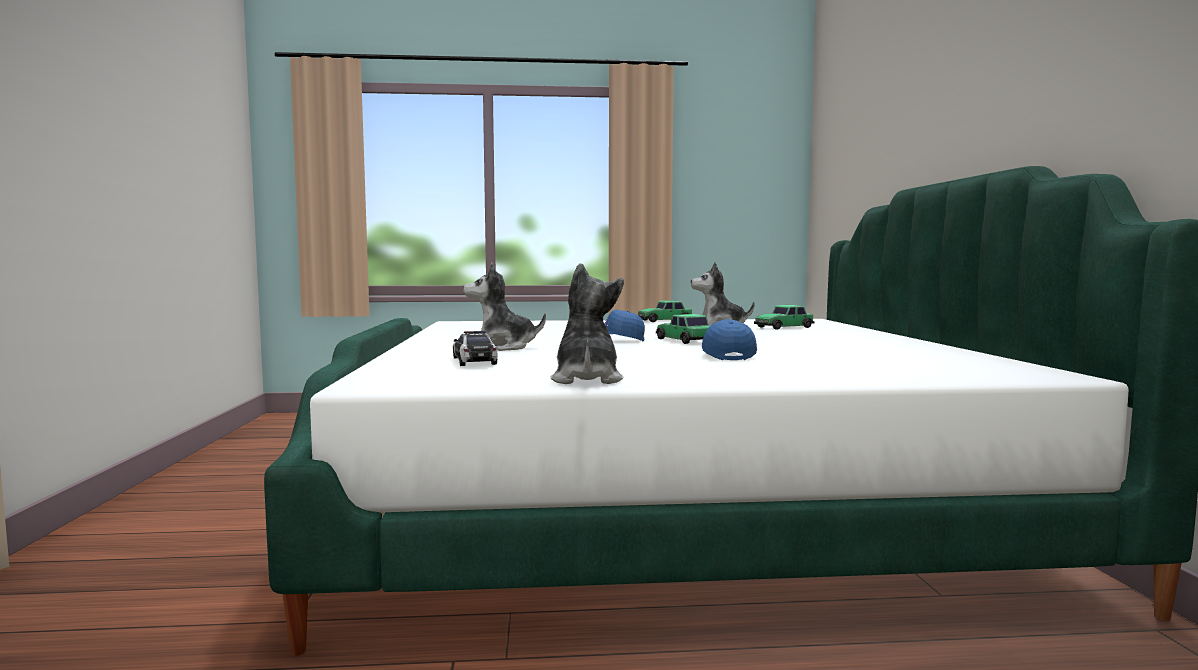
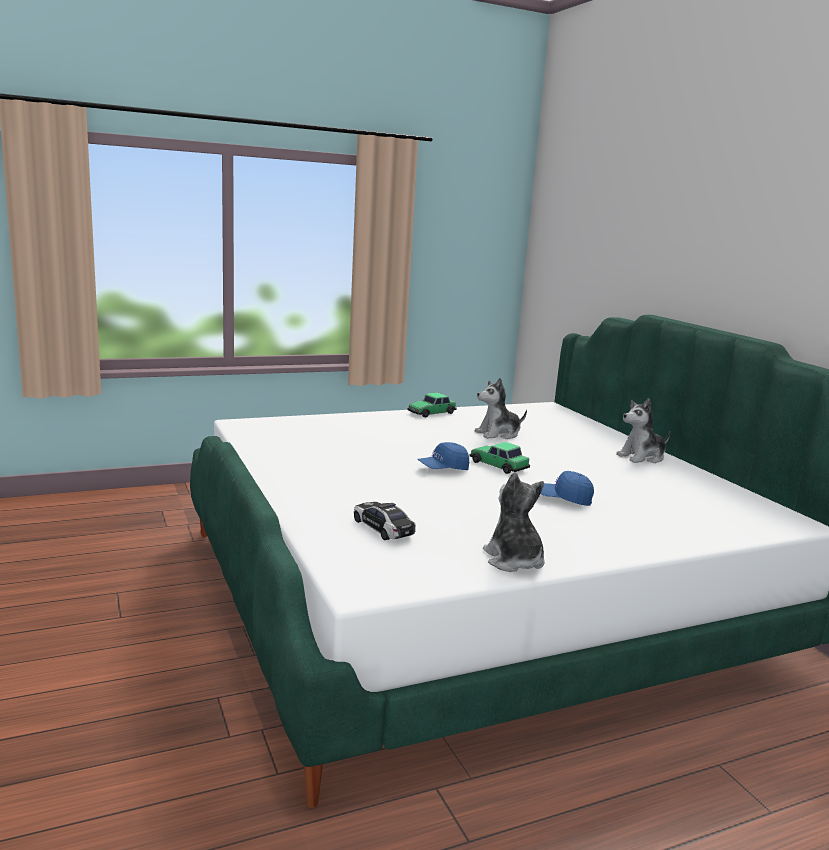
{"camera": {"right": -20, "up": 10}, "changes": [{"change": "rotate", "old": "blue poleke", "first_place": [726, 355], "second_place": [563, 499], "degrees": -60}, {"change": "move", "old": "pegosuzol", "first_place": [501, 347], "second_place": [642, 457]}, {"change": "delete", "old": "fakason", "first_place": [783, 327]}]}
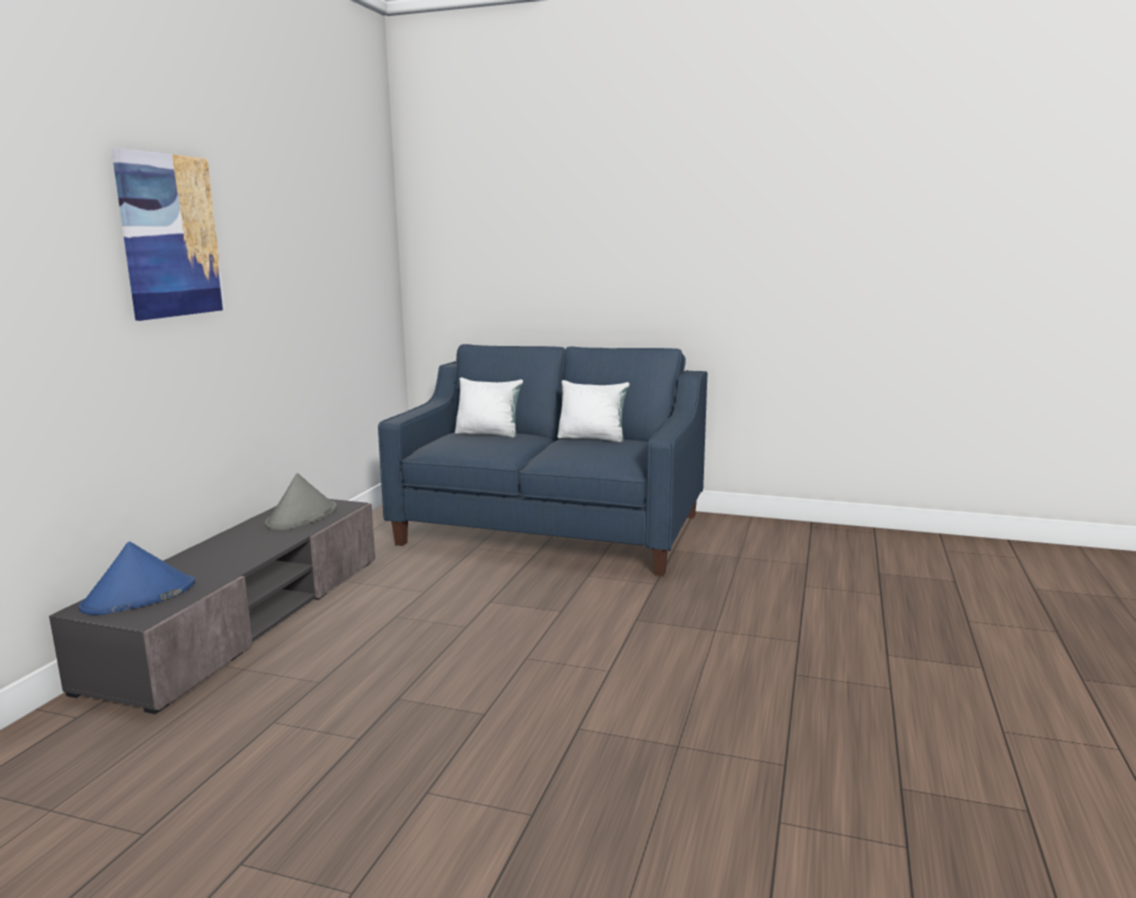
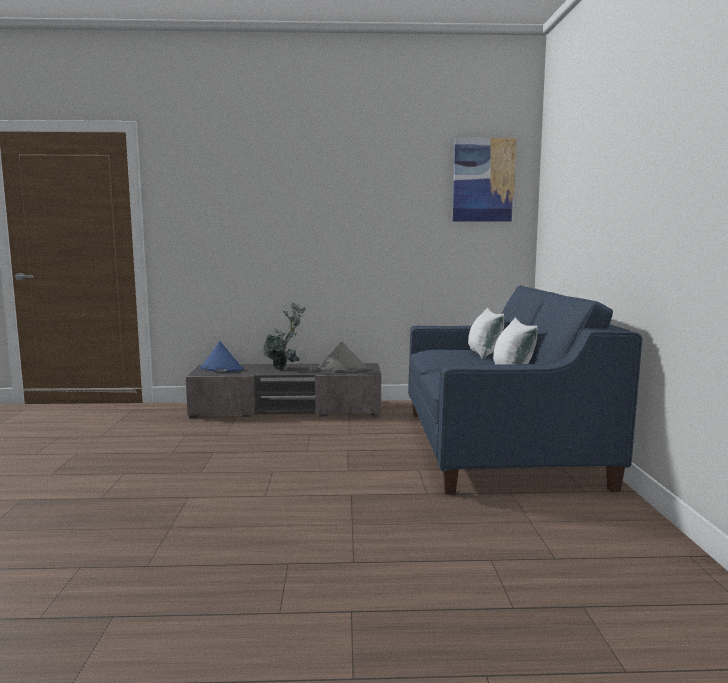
{"camera": {"right": 70, "up": -5}, "changes": [{"change": "insert", "new": "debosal", "second_place": [284, 368]}, {"change": "move", "old": "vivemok", "first_place": [170, 236], "second_place": [483, 180]}]}
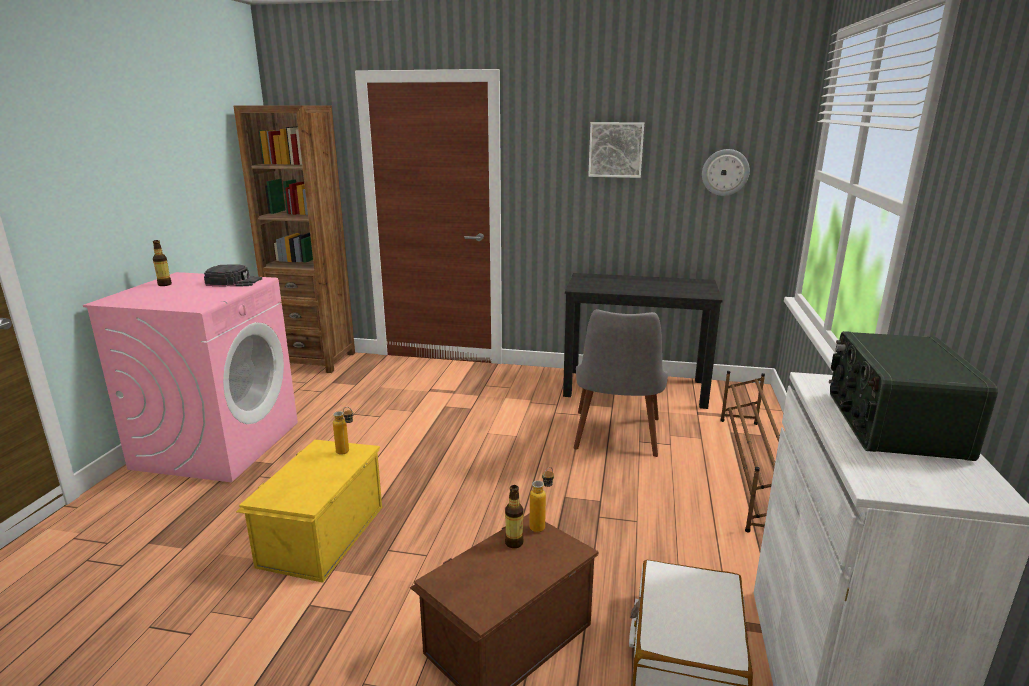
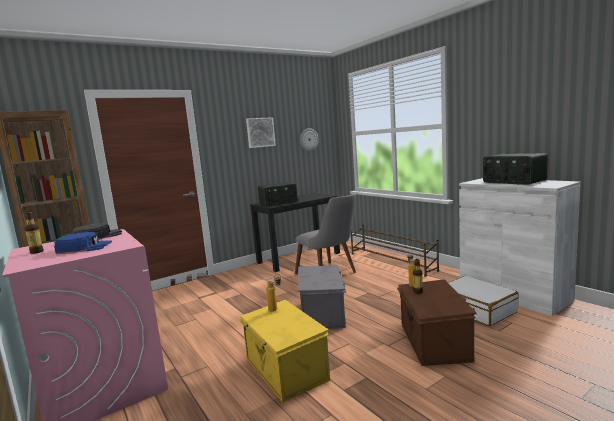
{"camera": {"right": -45, "up": -10}, "changes": [{"change": "insert", "new": "blue poleke", "second_place": [84, 247]}, {"change": "insert", "new": "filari", "second_place": [278, 203]}, {"change": "insert", "new": "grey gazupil", "second_place": [323, 313]}]}
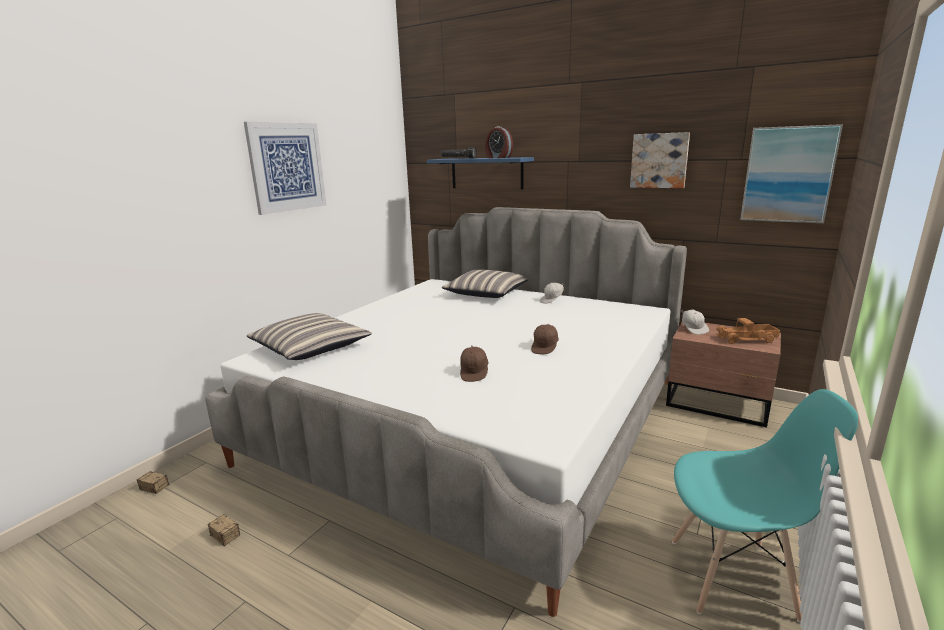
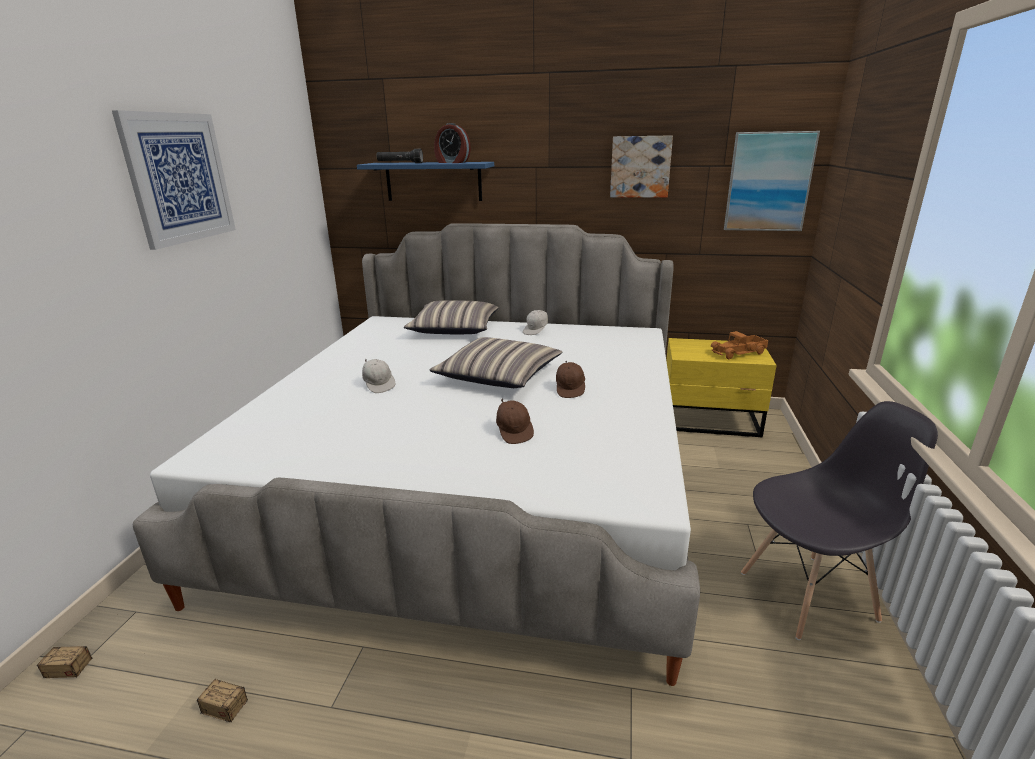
{"camera": {"right": -20, "up": 5}, "changes": [{"change": "move", "old": "white poleke", "first_place": [693, 329], "second_place": [379, 385]}, {"change": "move", "old": "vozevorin", "first_place": [311, 347], "second_place": [498, 375]}, {"change": "recolor", "old": "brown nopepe", "new": "yellow nopepe", "first_place": [718, 404], "second_place": [711, 421]}, {"change": "recolor", "old": "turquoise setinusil", "new": "grey setinusil", "first_place": [733, 578], "second_place": [808, 595]}]}
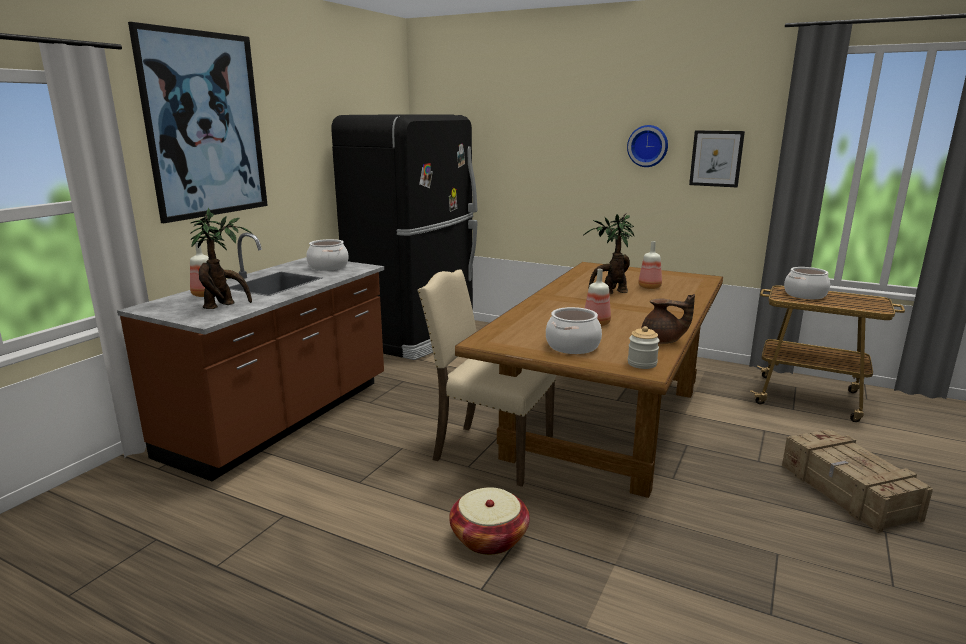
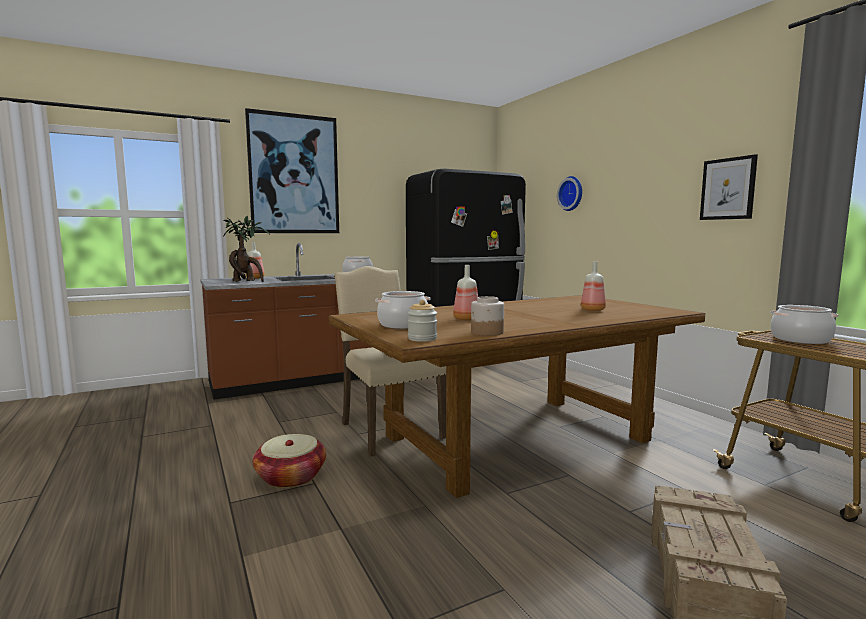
{"camera": {"right": 35, "up": -10}, "changes": [{"change": "replace", "old": "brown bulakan", "new": "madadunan", "first_place": [662, 341], "second_place": [487, 332]}, {"change": "move", "old": "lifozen", "first_place": [648, 146], "second_place": [572, 193]}, {"change": "delete", "old": "debosal", "first_place": [610, 292]}]}
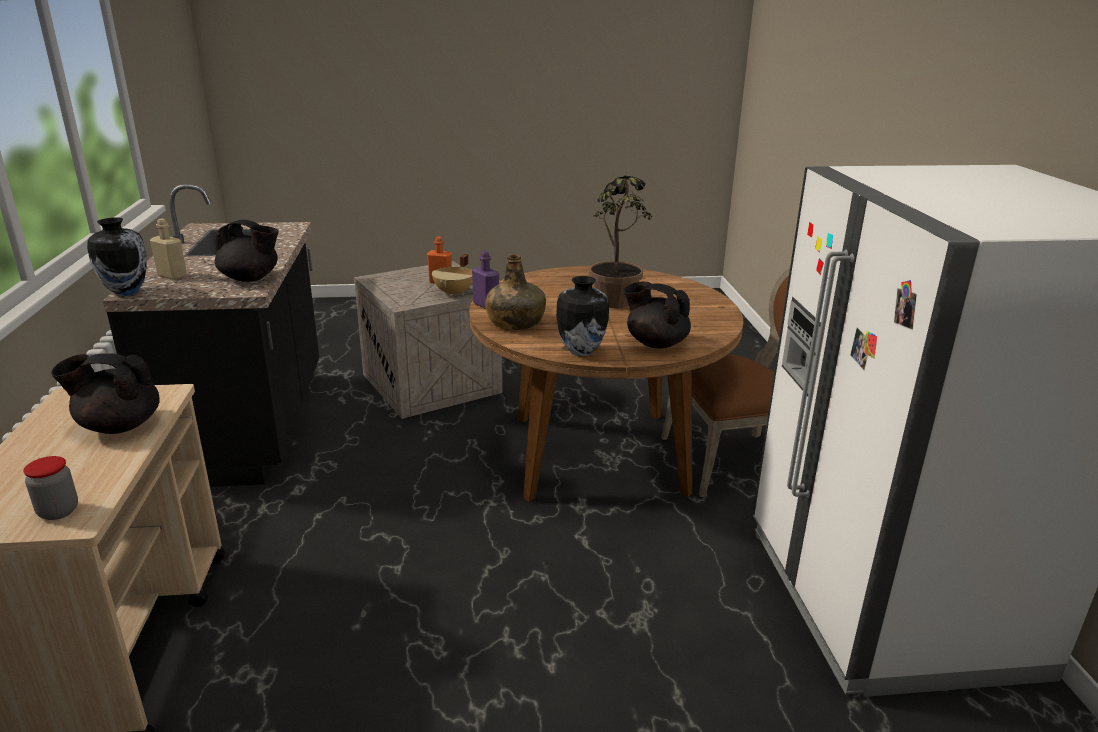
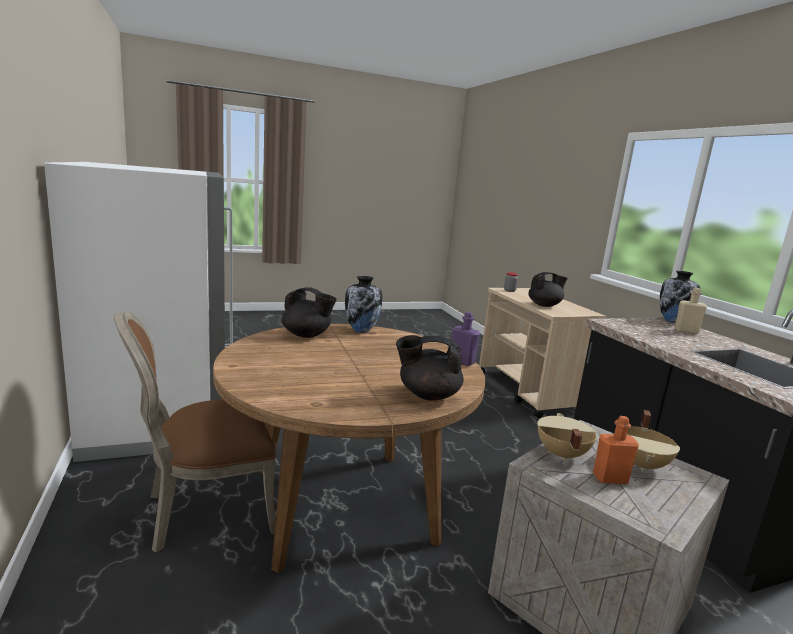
{"camera": {"right": 165, "up": -10}, "changes": [{"change": "move", "old": "black bulakan", "first_place": [250, 278], "second_place": [427, 395]}, {"change": "insert", "new": "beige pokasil", "second_place": [642, 465]}, {"change": "delete", "old": "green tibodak", "first_place": [515, 323]}, {"change": "delete", "old": "debosal", "first_place": [615, 307]}]}
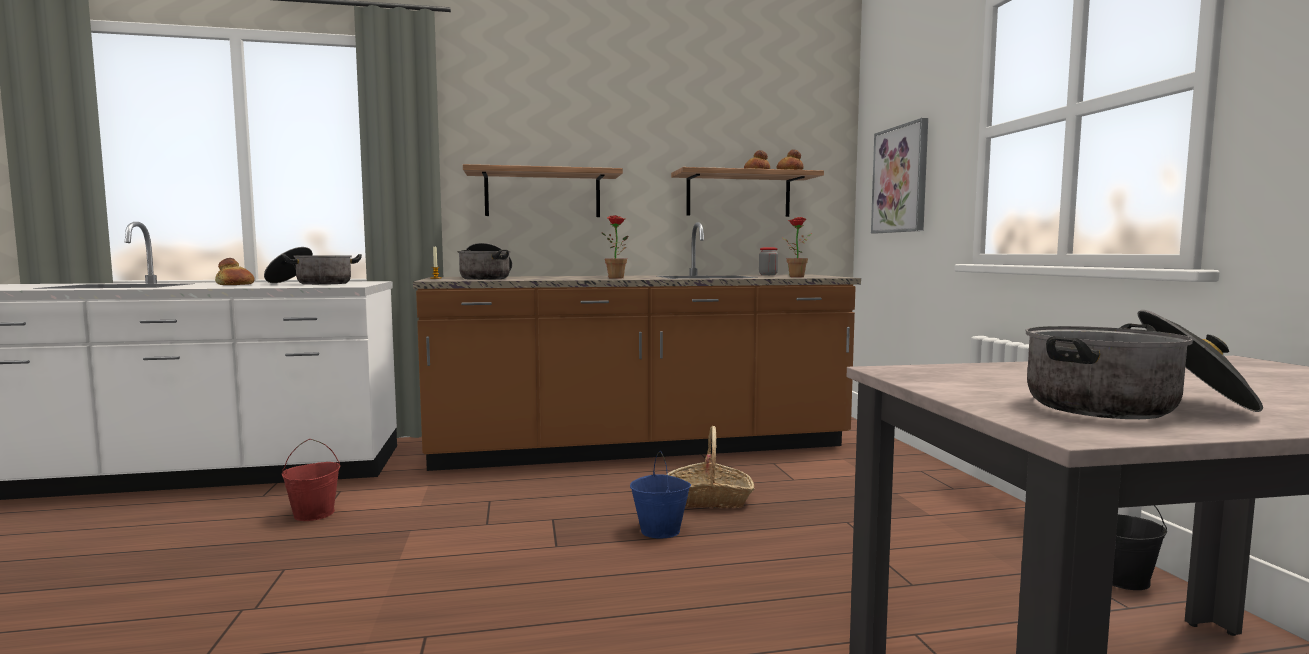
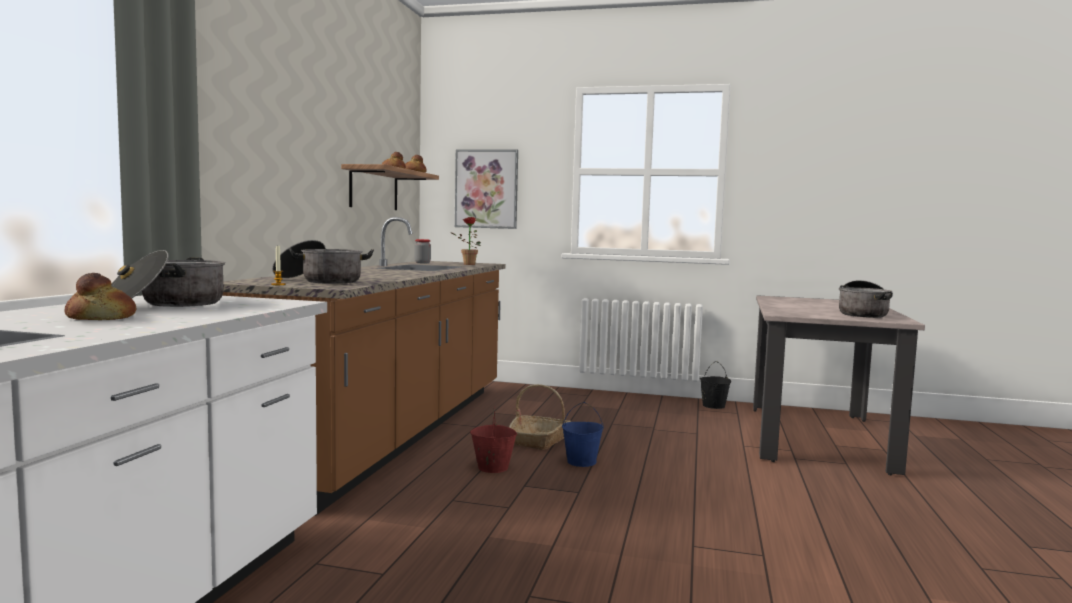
{"camera": {"right": -65, "up": 0}, "changes": [{"change": "move", "old": "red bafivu", "first_place": [314, 514], "second_place": [492, 468]}, {"change": "delete", "old": "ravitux", "first_place": [543, 194]}, {"change": "delete", "old": "debosal", "first_place": [618, 278]}]}
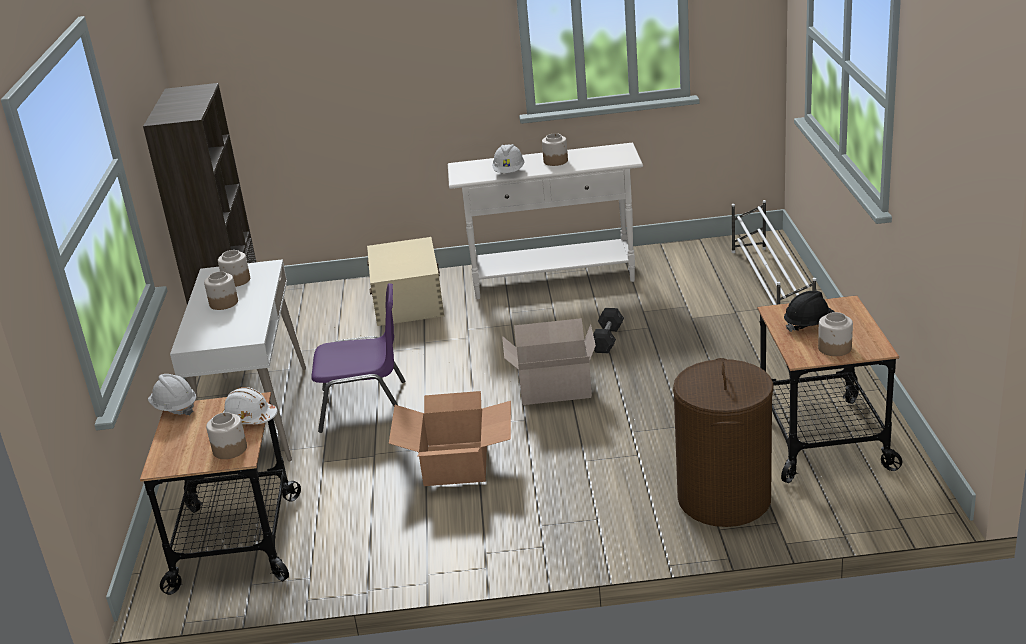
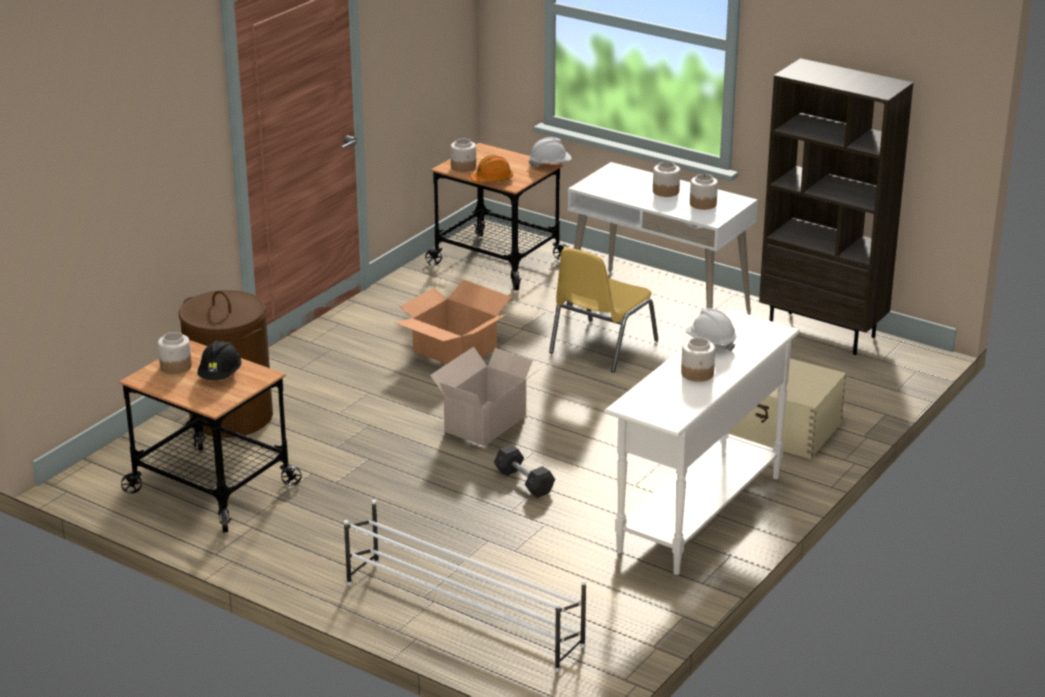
{"camera": {"right": 125, "up": 0}, "changes": [{"change": "recolor", "old": "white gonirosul", "new": "orange gonirosul", "first_place": [250, 417], "second_place": [492, 180]}, {"change": "recolor", "old": "purple setinusil", "new": "yellow setinusil", "first_place": [365, 405], "second_place": [601, 347]}]}
